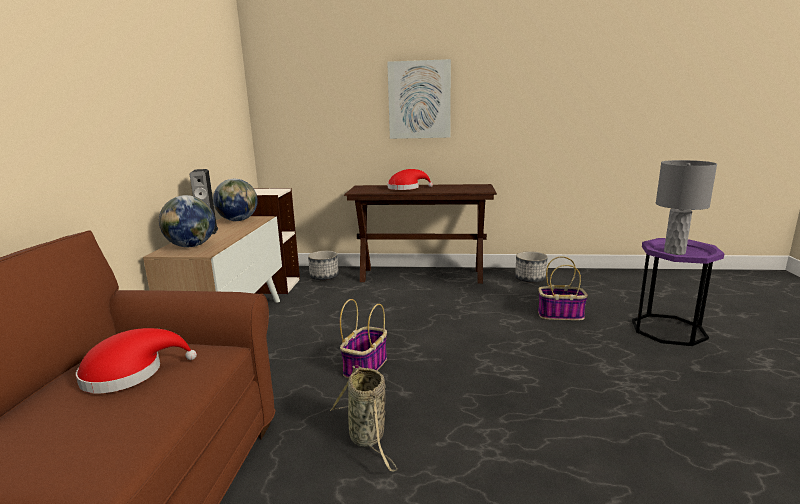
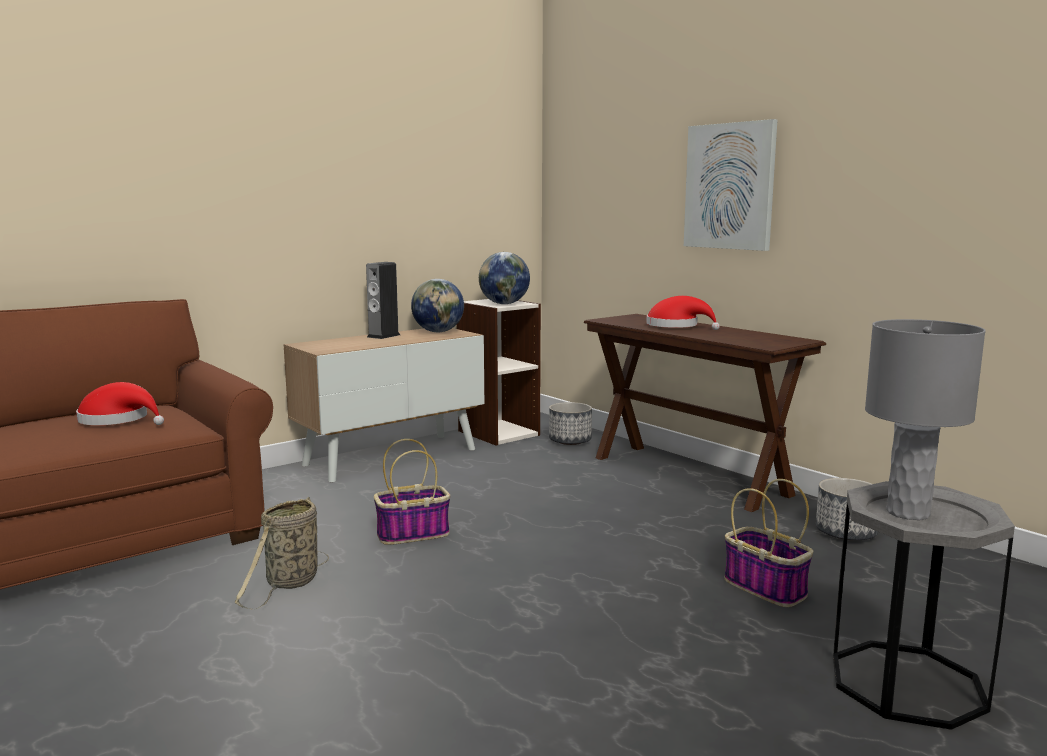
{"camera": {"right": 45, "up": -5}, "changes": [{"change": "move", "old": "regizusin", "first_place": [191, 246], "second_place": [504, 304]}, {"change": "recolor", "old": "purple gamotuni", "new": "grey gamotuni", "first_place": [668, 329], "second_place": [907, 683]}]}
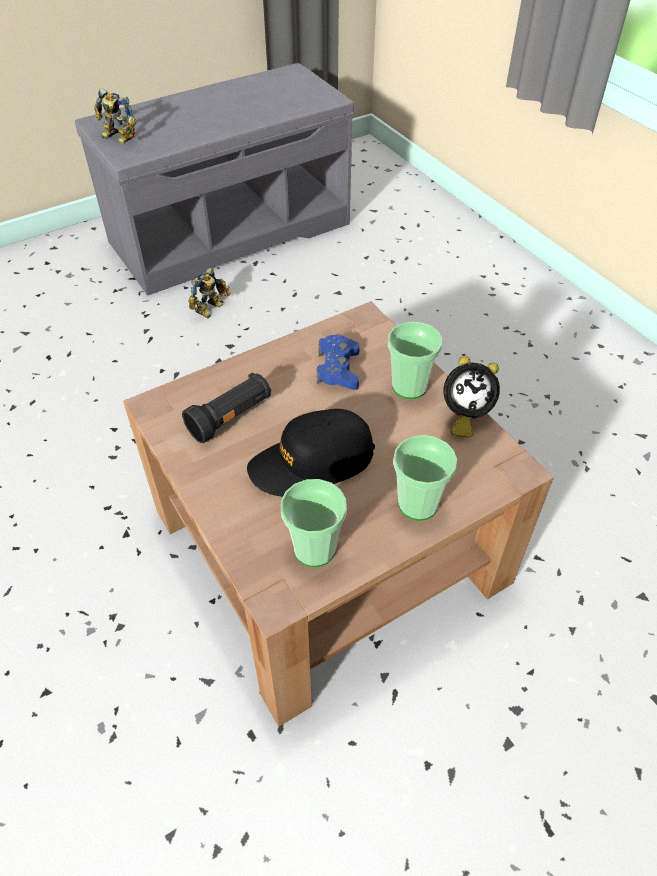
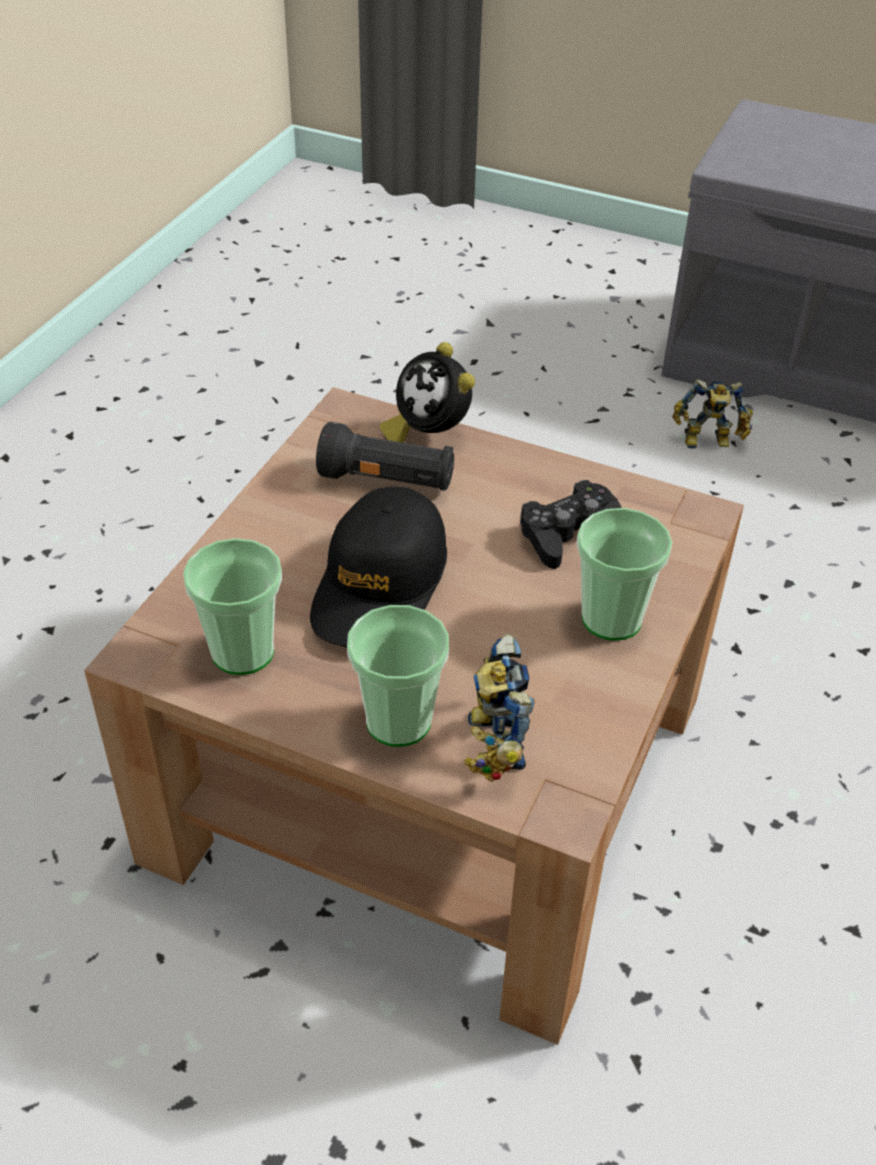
{"camera": {"right": 55, "up": -5}, "changes": [{"change": "rotate", "old": "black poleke", "first_place": [312, 462], "second_place": [379, 585], "degrees": -105}, {"change": "move", "old": "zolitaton", "first_place": [463, 416], "second_place": [428, 434]}, {"change": "move", "old": "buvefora", "first_place": [117, 138], "second_place": [490, 744]}, {"change": "recolor", "old": "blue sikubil", "new": "black sikubil", "first_place": [338, 369], "second_place": [569, 534]}]}
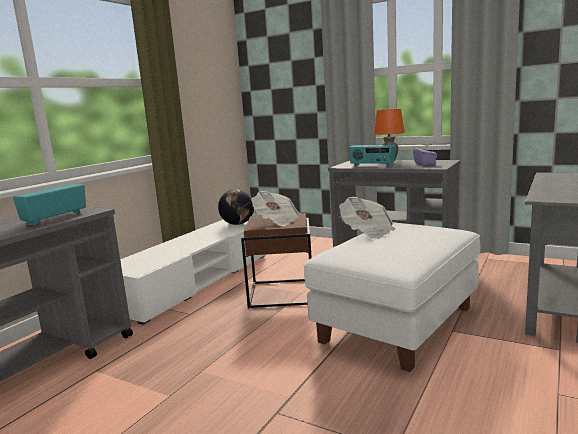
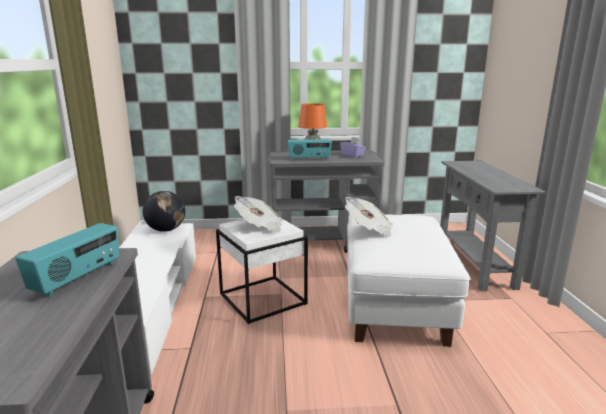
{"camera": {"right": -35, "up": 5}, "changes": [{"change": "rotate", "old": "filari", "first_place": [55, 218], "second_place": [78, 278], "degrees": -150}, {"change": "recolor", "old": "brown gamotuni", "new": "white gamotuni", "first_place": [282, 293], "second_place": [263, 298]}]}
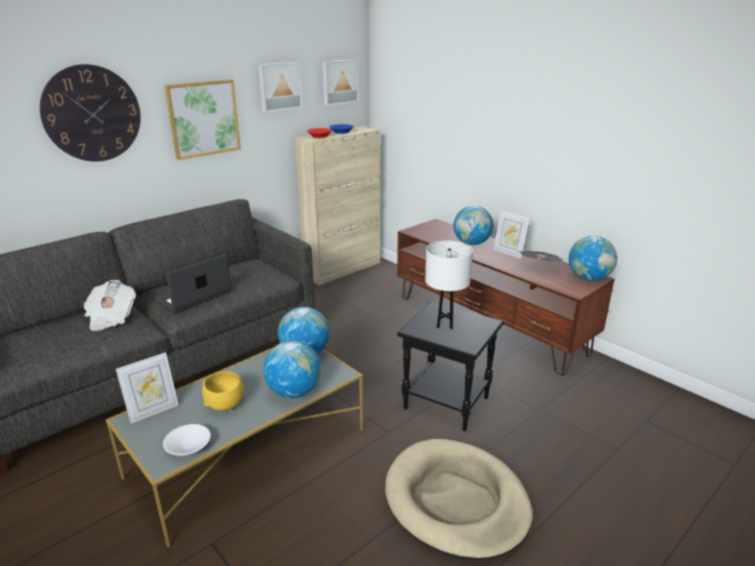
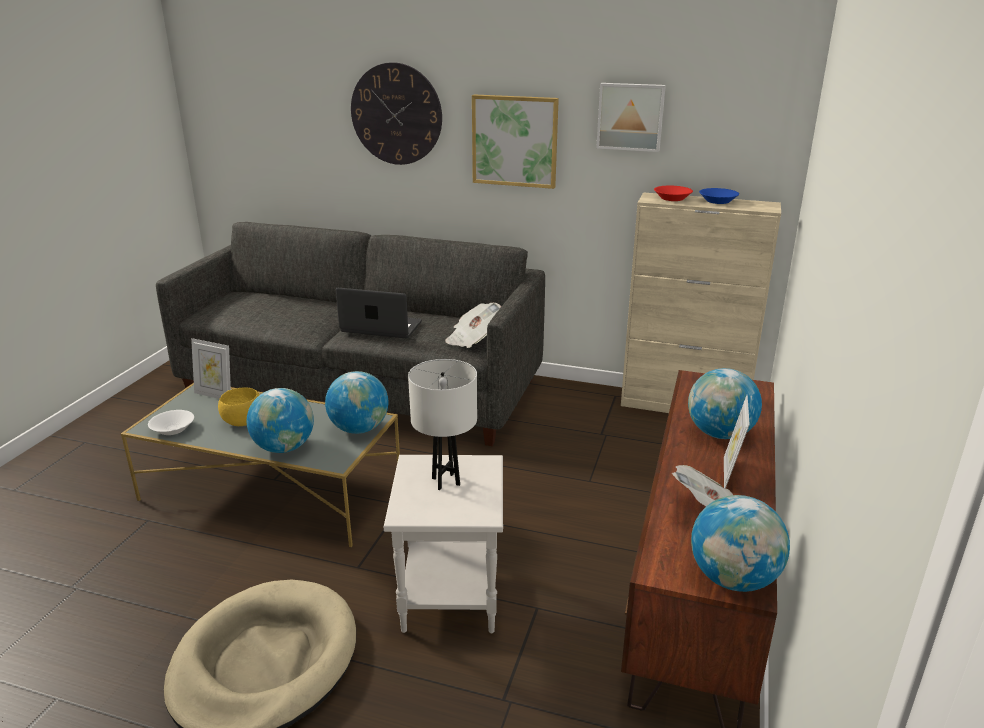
{"camera": {"right": 60, "up": 0}, "changes": [{"change": "recolor", "old": "black gamotuni", "new": "white gamotuni", "first_place": [447, 402], "second_place": [452, 597]}, {"change": "move", "old": "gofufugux", "first_place": [111, 317], "second_place": [474, 339]}, {"change": "delete", "old": "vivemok", "first_place": [339, 82]}]}
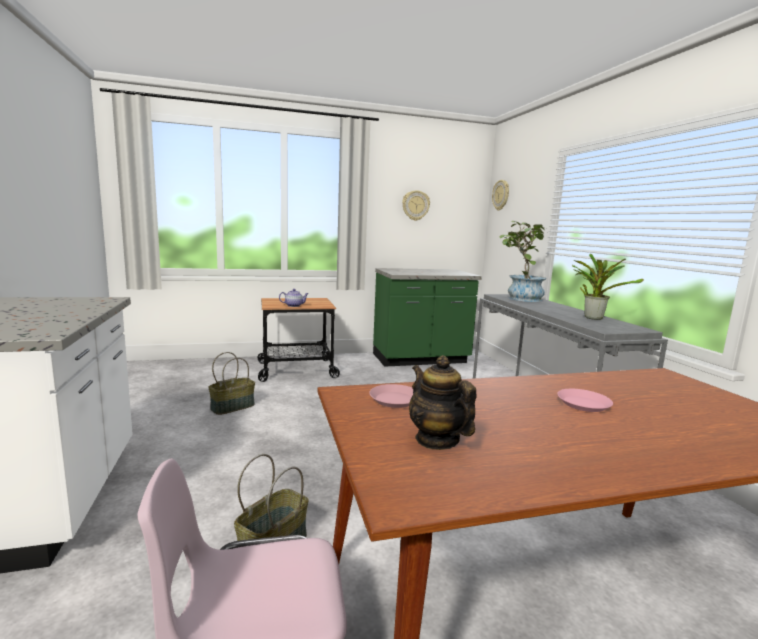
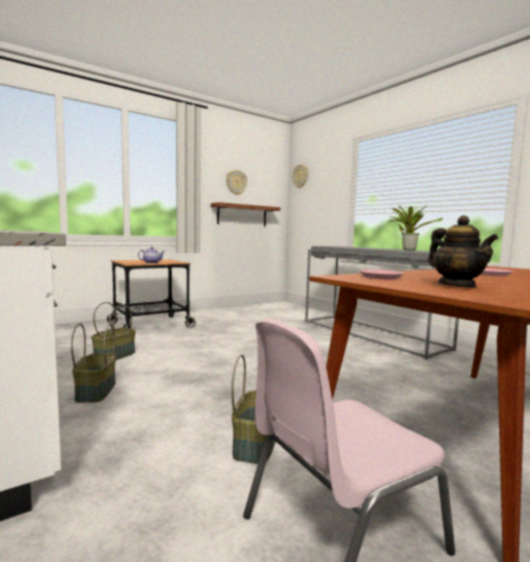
{"camera": {"right": -20, "up": -5}, "changes": [{"change": "insert", "new": "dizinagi", "second_place": [95, 391]}, {"change": "insert", "new": "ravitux", "second_place": [242, 215]}, {"change": "rotate", "old": "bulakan", "first_place": [437, 440], "second_place": [457, 286], "degrees": -150}, {"change": "delete", "old": "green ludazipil", "first_place": [421, 359]}, {"change": "delete", "old": "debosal", "first_place": [519, 298]}]}
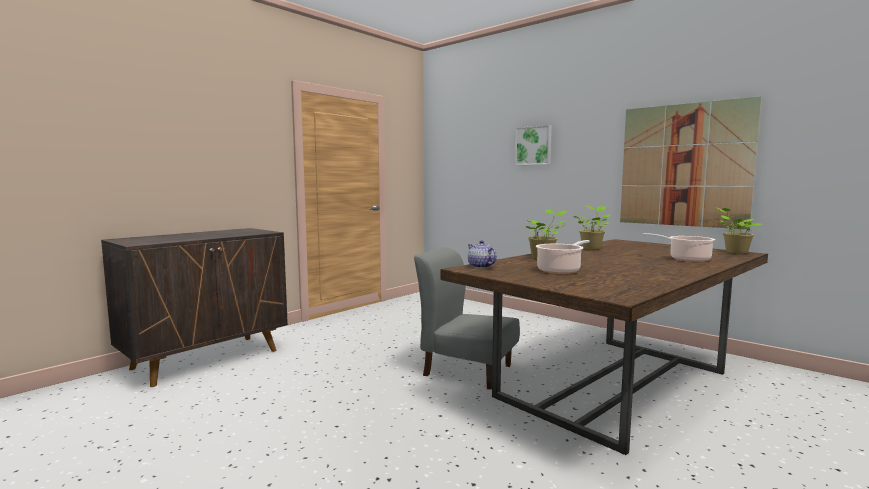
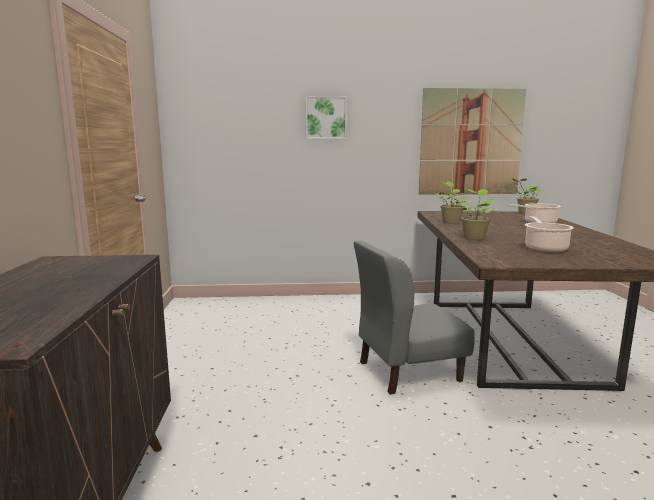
{"camera": {"right": -45, "up": 5}, "changes": [{"change": "delete", "old": "bulakan", "first_place": [481, 266]}]}
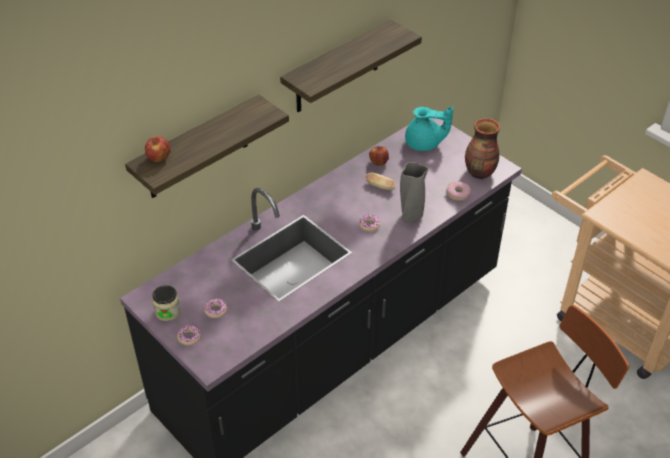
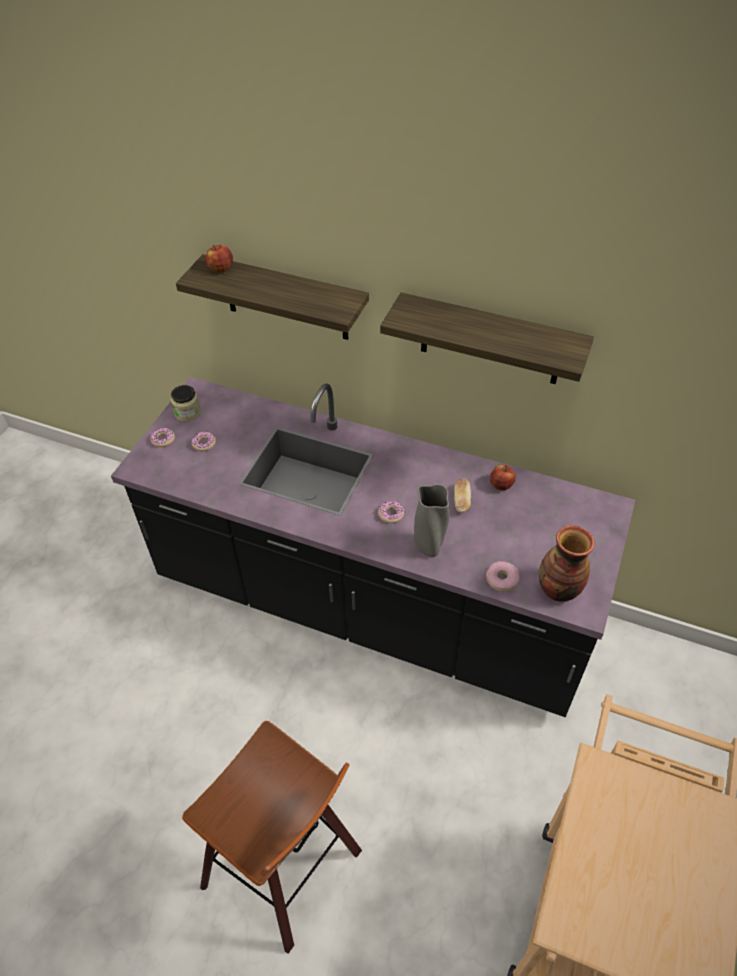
{"camera": {"right": 65, "up": 5}, "changes": [{"change": "delete", "old": "turquoise bulakan", "first_place": [424, 144]}]}
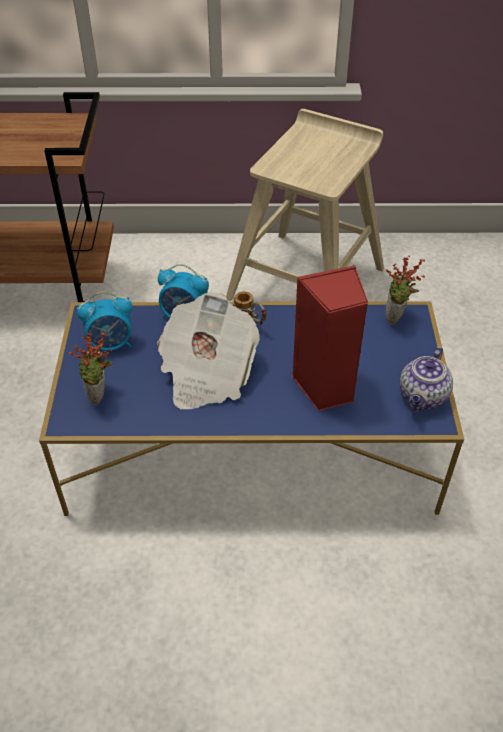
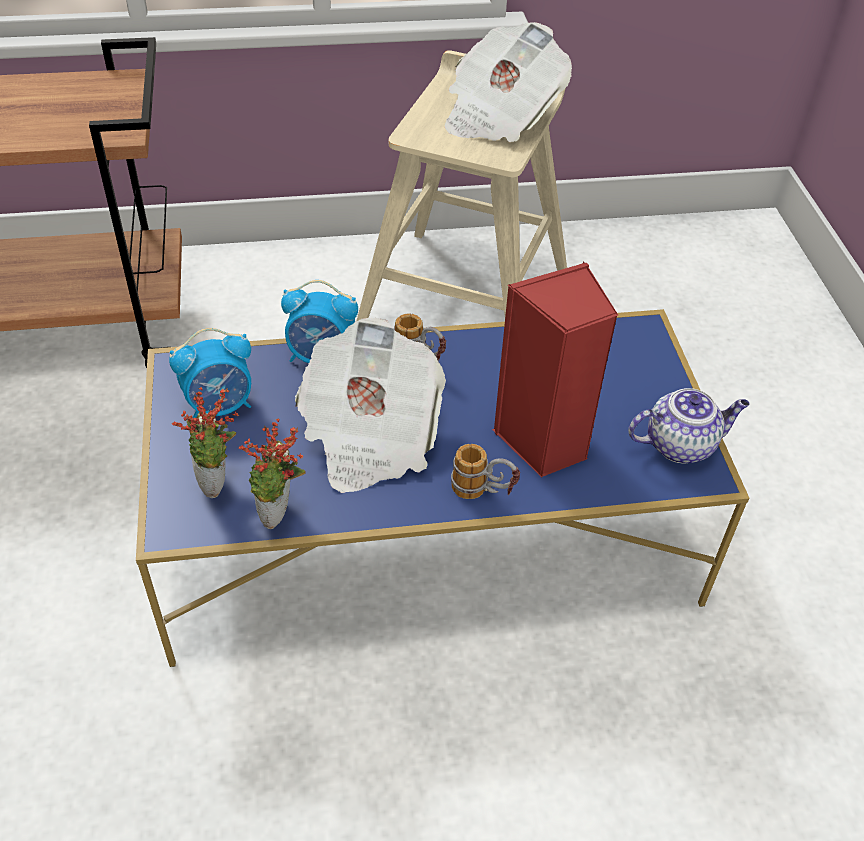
{"camera": {"right": -10, "up": 0}, "changes": [{"change": "move", "old": "debosal", "first_place": [396, 318], "second_place": [279, 516]}, {"change": "insert", "new": "gofufugux", "second_place": [500, 115]}, {"change": "insert", "new": "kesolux", "second_place": [483, 492]}, {"change": "rotate", "old": "bulakan", "first_place": [422, 397], "second_place": [681, 444], "degrees": -120}]}
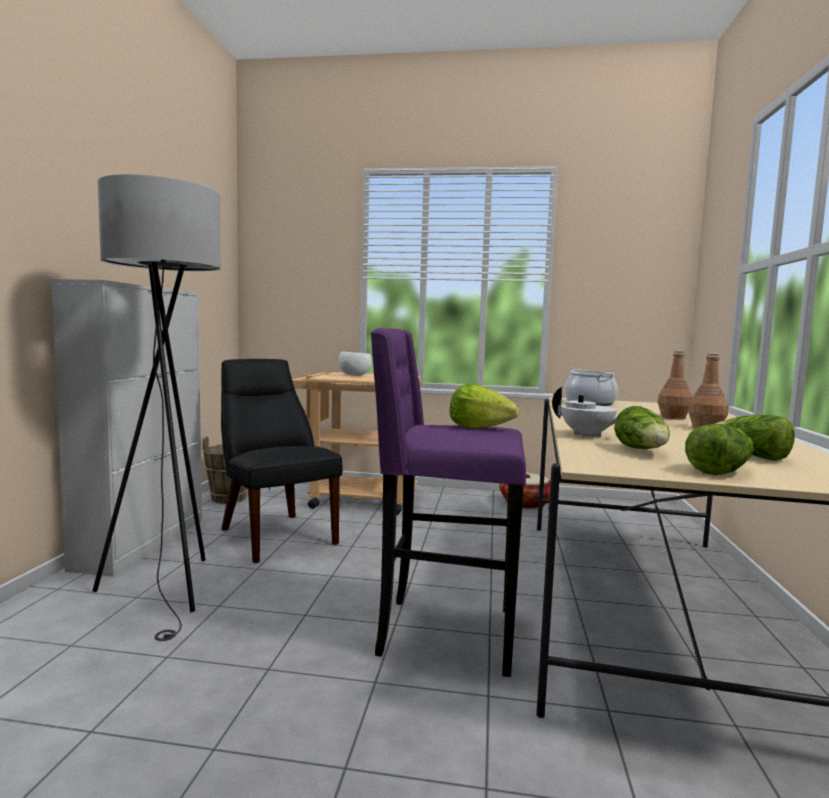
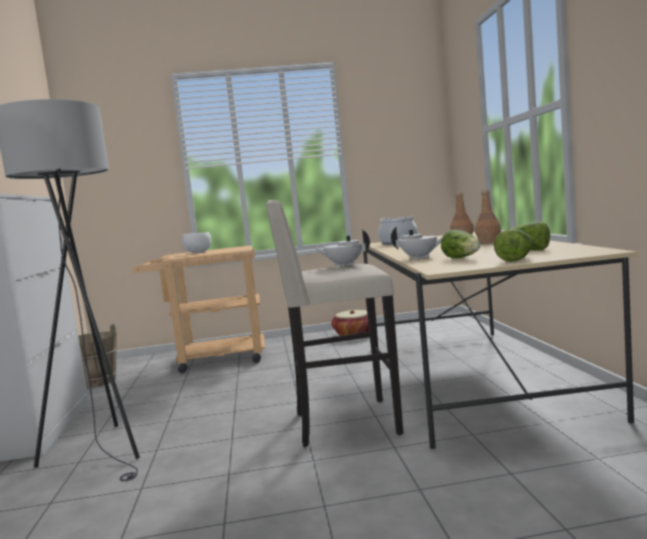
{"camera": {"right": -15, "up": 0}, "changes": [{"change": "recolor", "old": "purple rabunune", "new": "beige rabunune", "first_place": [443, 633], "second_place": [343, 423]}, {"change": "replace", "old": "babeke", "new": "white bulakan", "first_place": [479, 427], "second_place": [344, 265]}, {"change": "delete", "old": "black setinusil", "first_place": [275, 534]}]}
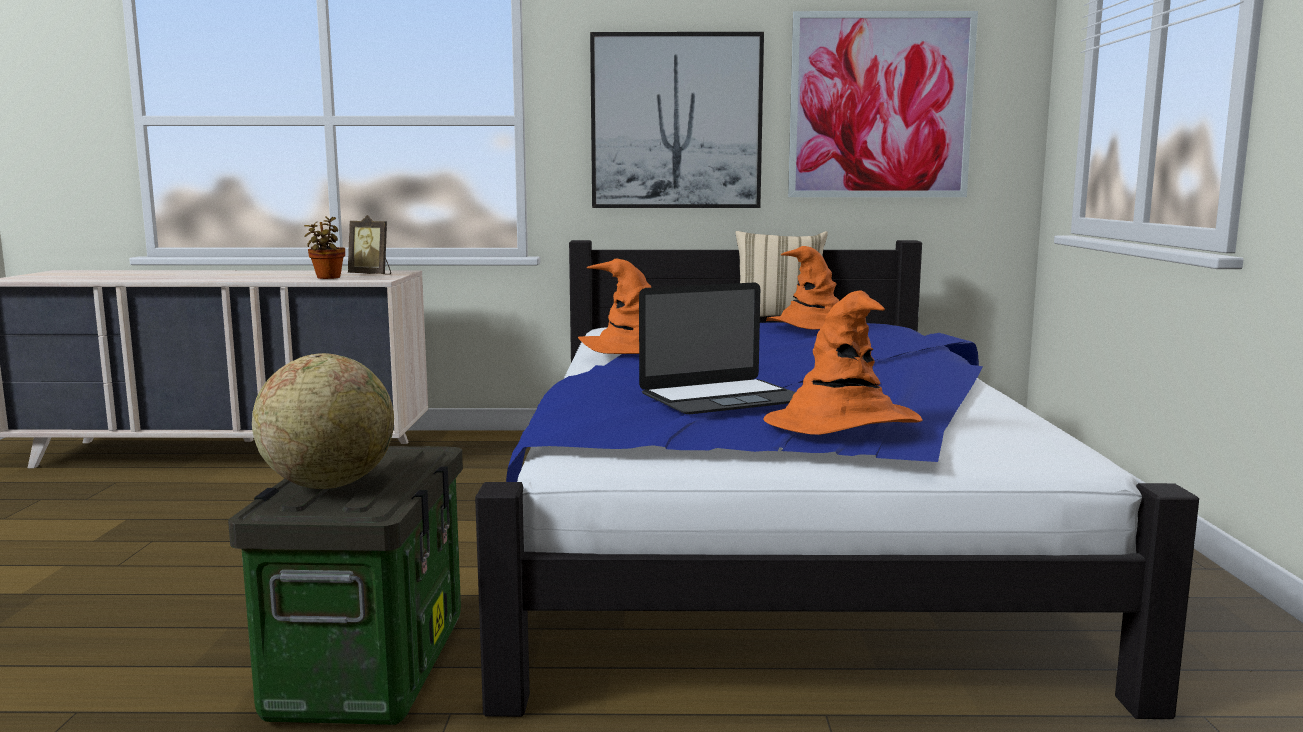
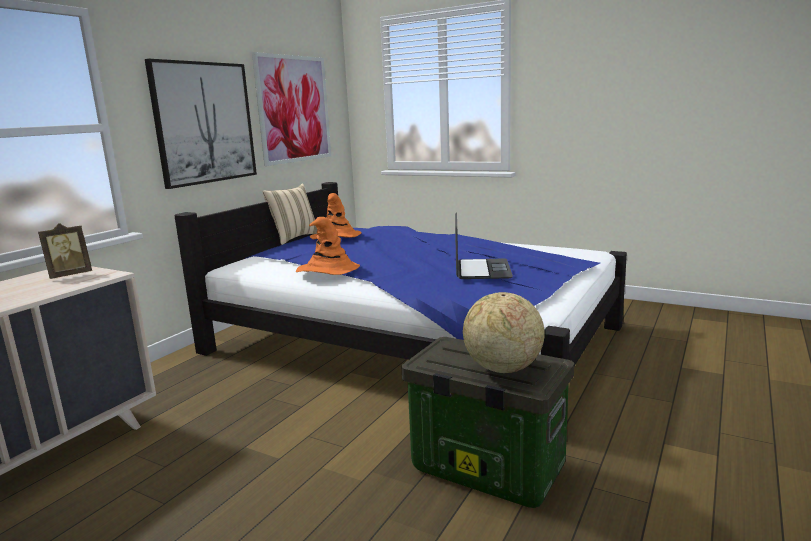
{"camera": {"right": -60, "up": 5}, "changes": [{"change": "delete", "old": "debosal", "first_place": [327, 278]}, {"change": "delete", "old": "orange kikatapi", "first_place": [842, 422]}]}
